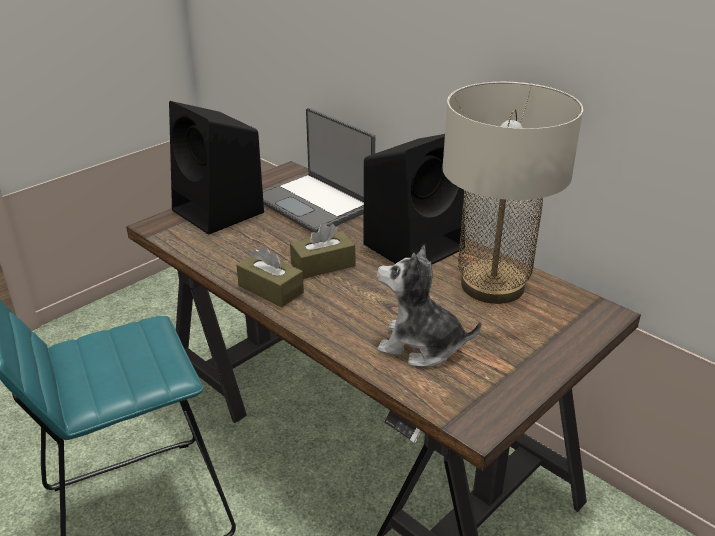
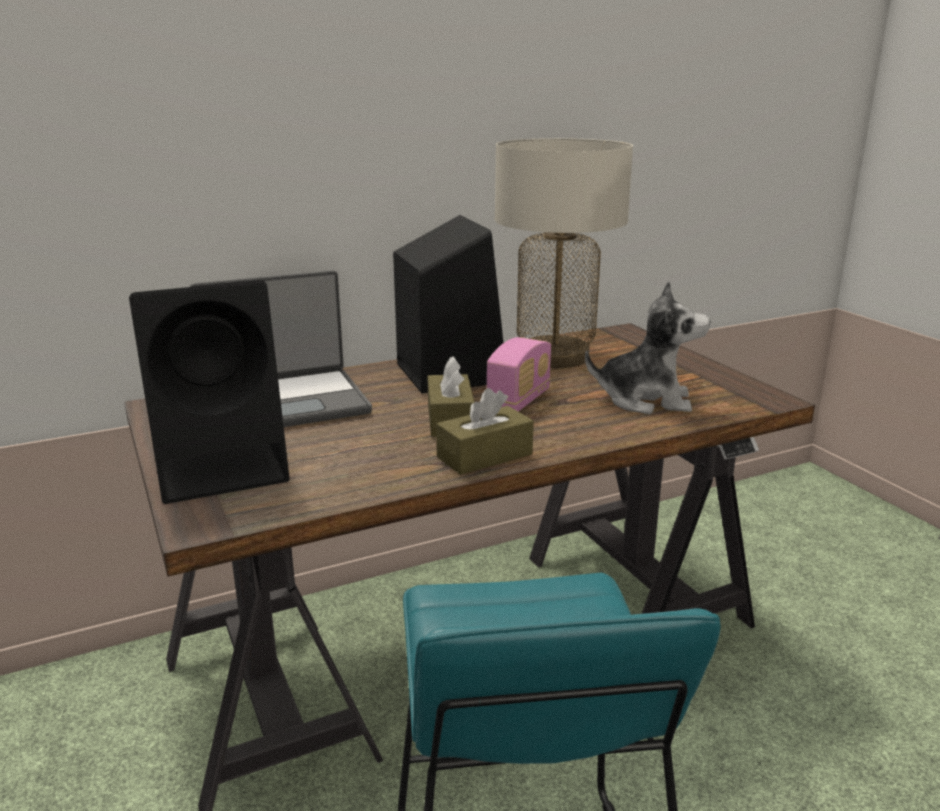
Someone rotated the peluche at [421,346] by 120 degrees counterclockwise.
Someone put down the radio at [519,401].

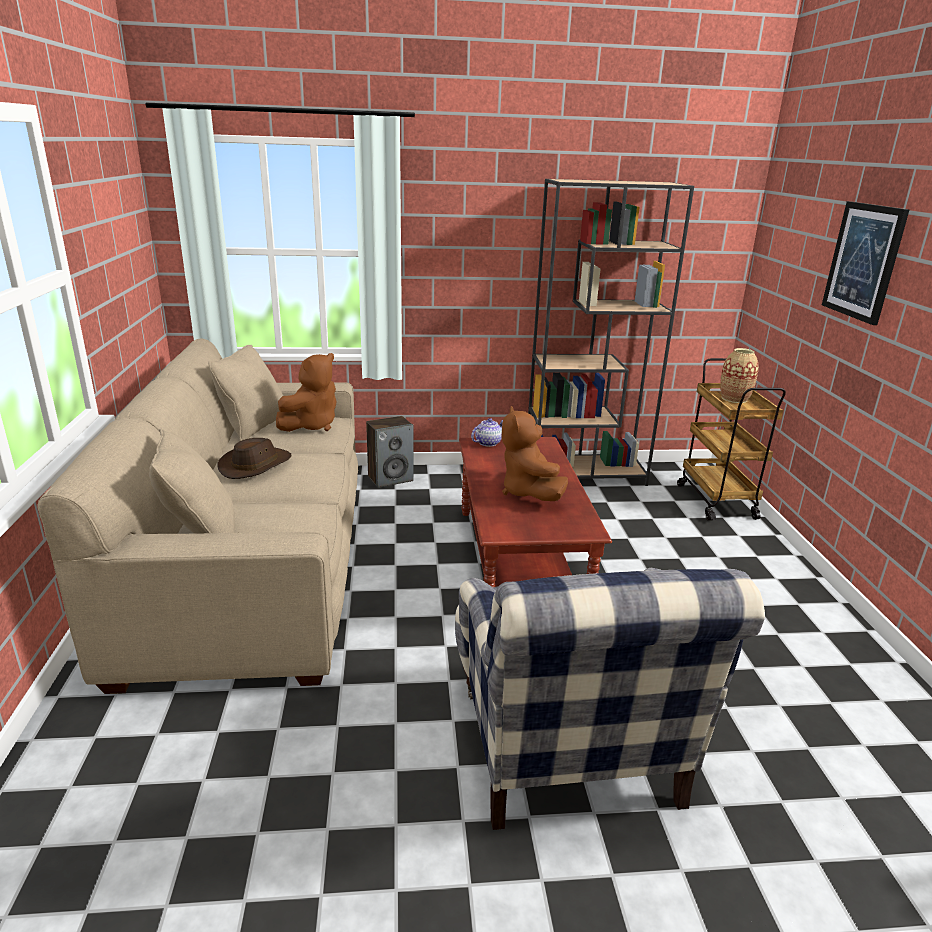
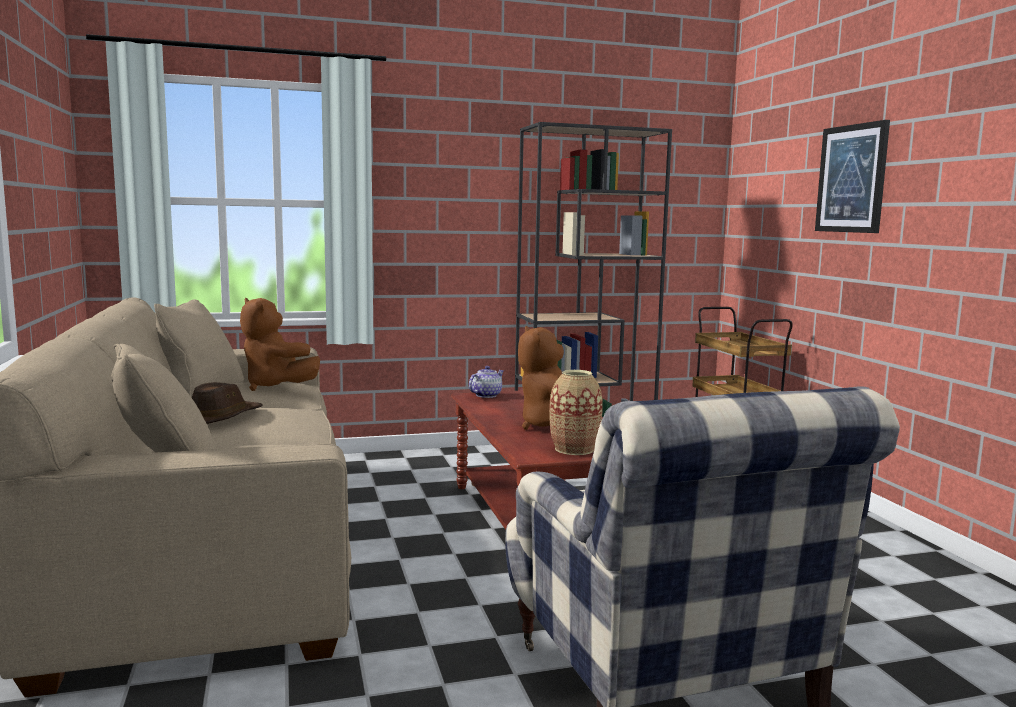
Someone rotated the peluche [marrón] at [311,425] by 105 degrees clockwise.
Someone took away the altavoz at [390,478].
Someone carried the florero from [734,398] to [574,449].

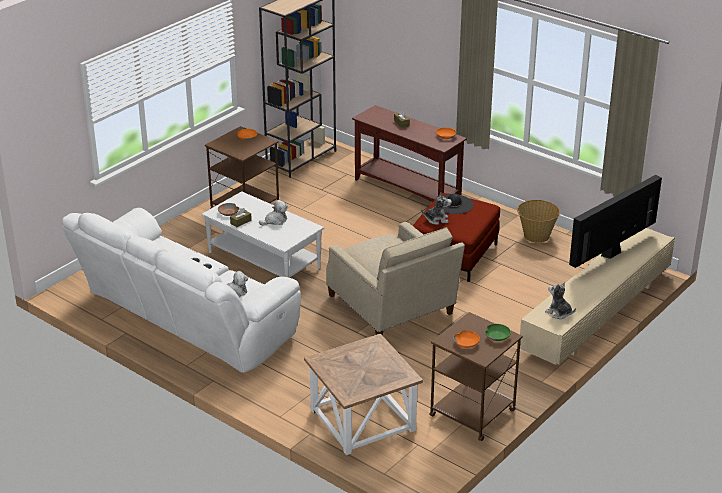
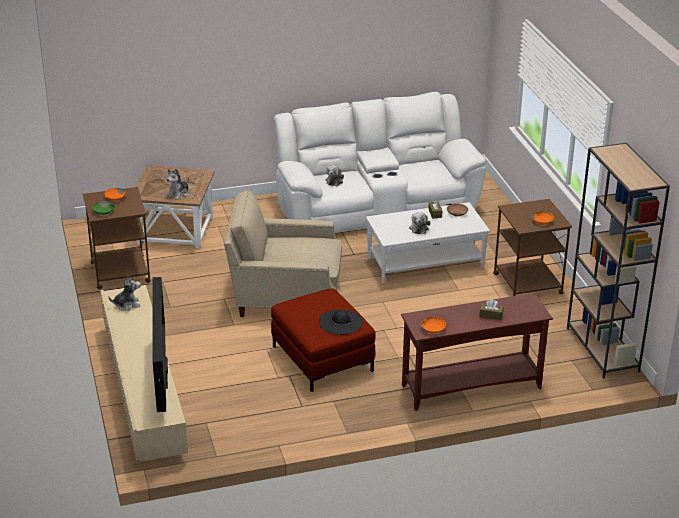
Someone carried the peluche from [436,219] to [179,194].
Someone took away the cesta at [536,236].

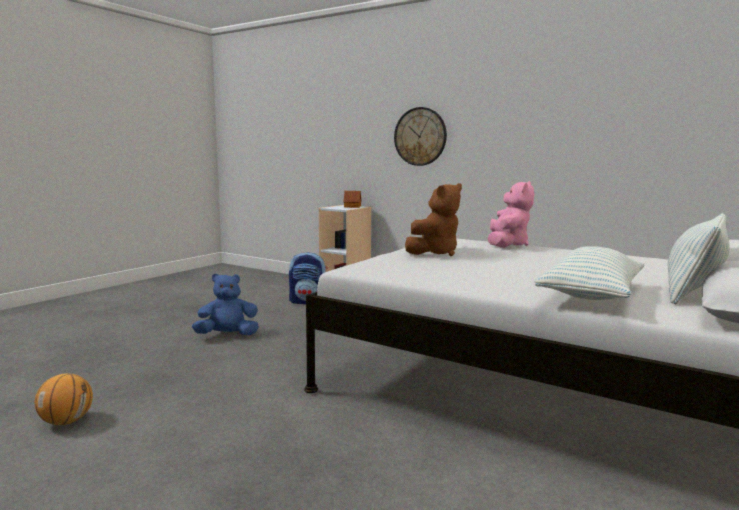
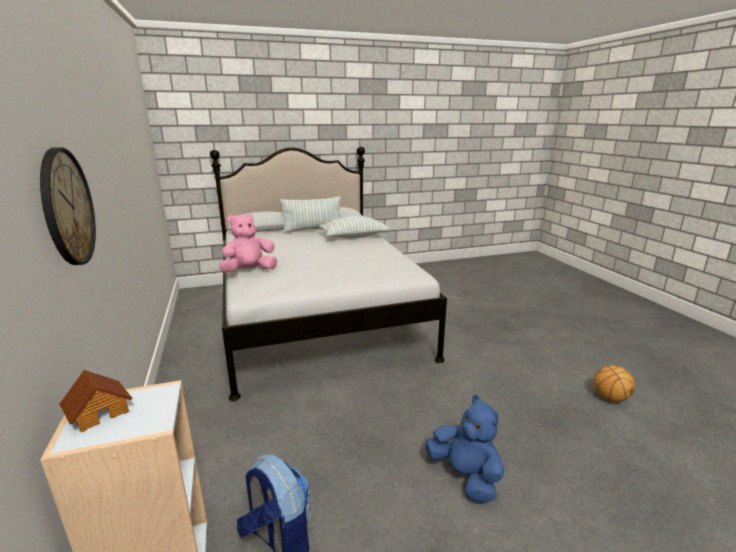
Someone rotated the peluche [azul] at [227,335] by 150 degrees counterclockwise.
Someone took away the peluche [marrón] at [434,253].

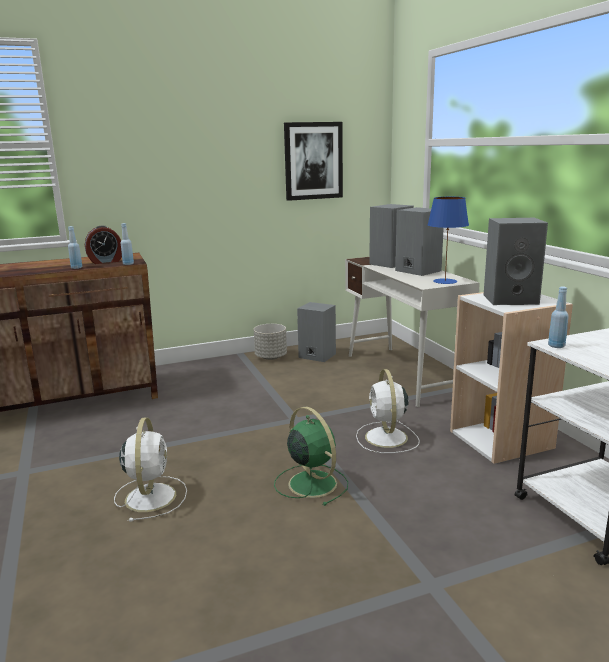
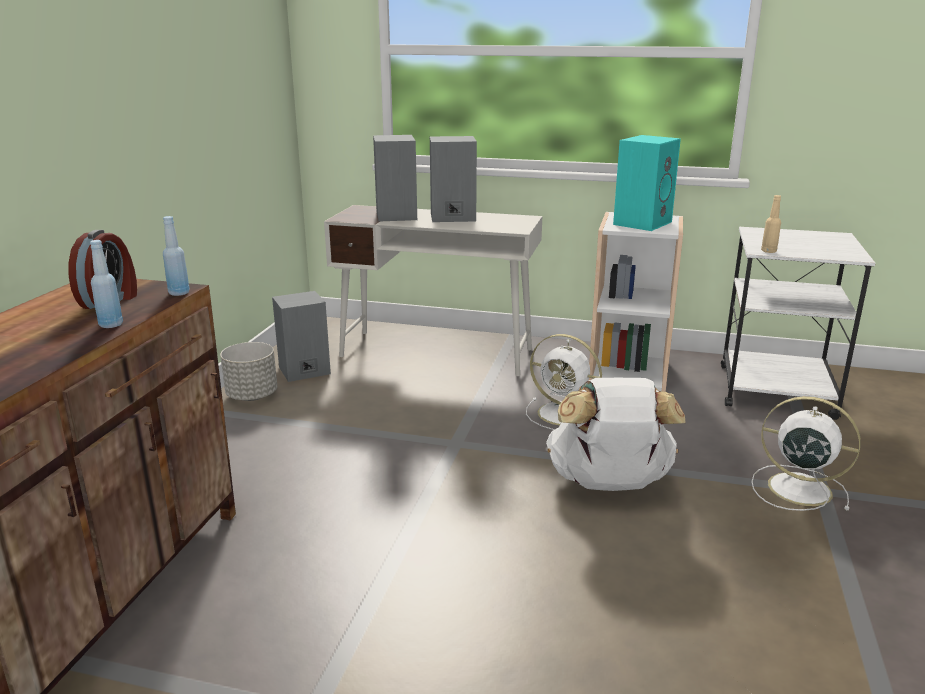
Someone carried the ventilador [blanco] from [151,496] to [796,488].
Someone swapped the ventilador [verde] at [311,483] for the mochila [blanco] at [609,484].
Someone took away the cuadro at [313,161].
Someone took away the lámpara de mesa [azul] at [445,281].
Someone repainted the altavoz [gris] at [511,299], which became the altavoz [turquesa] at [642,223].
Someone repainted the botella [azul] at [556,346], which became the botella [beis] at [768,251].

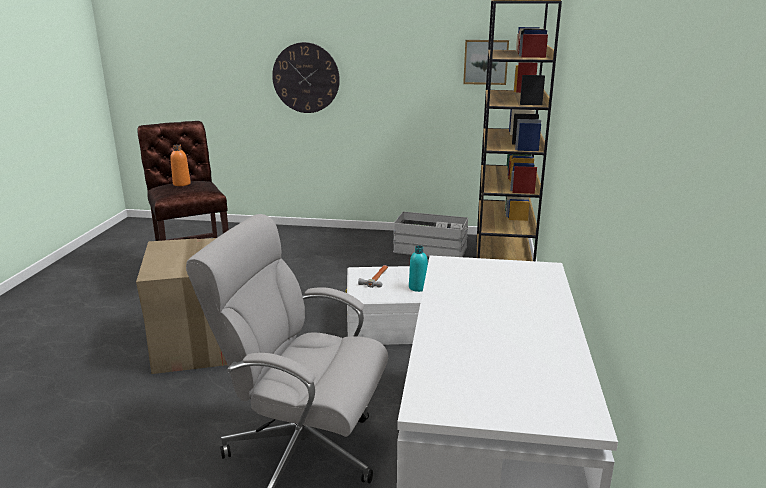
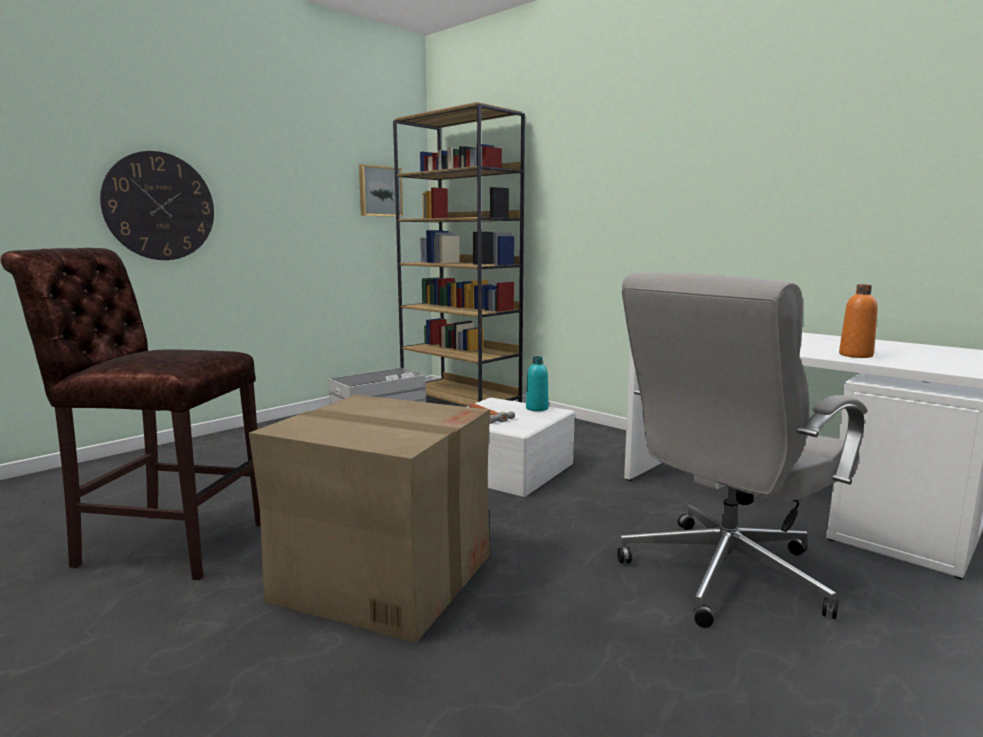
Someone carried the botella [naranja] from [181,184] to [855,355].

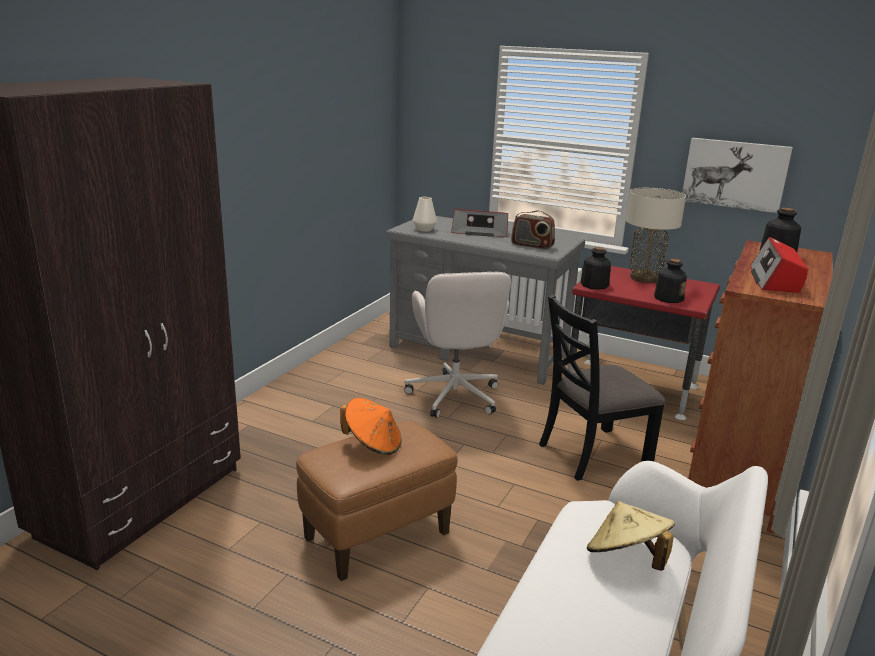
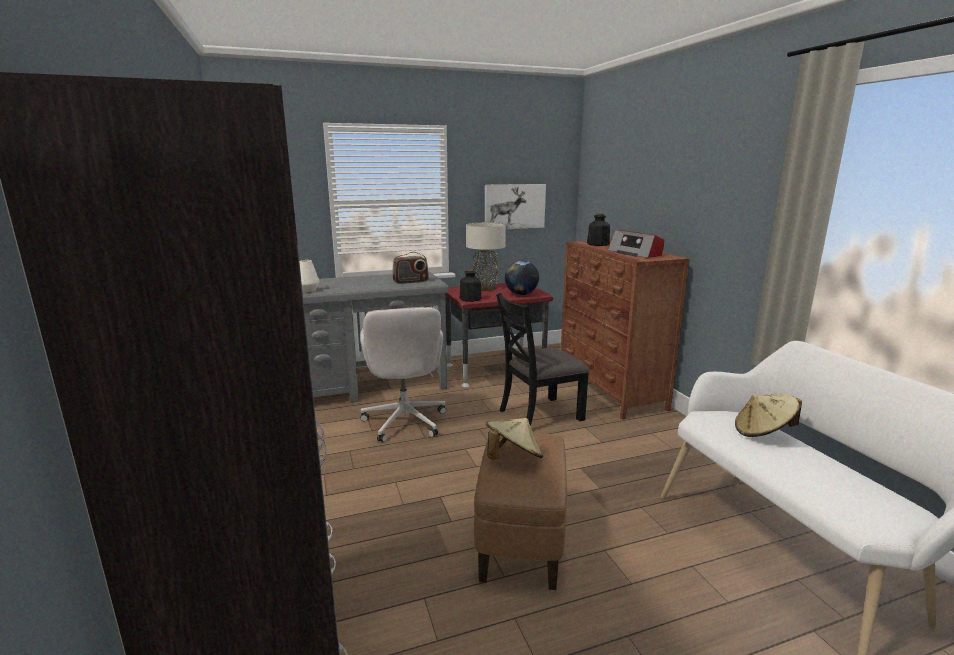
Someone repainted the sombrero [naranja] at [373,444], which became the sombrero [beis] at [513,458].
Someone rotated the silla de oficina [blanco] at [454,396] by 45 degrees clockwise.
Someone took away the radio at [480,232].
Someone rotated the silla [negro] at [593,453] by 45 degrees clockwise.
Someone swapped the botella at [668,298] for the globo terráqueo at [521,294].

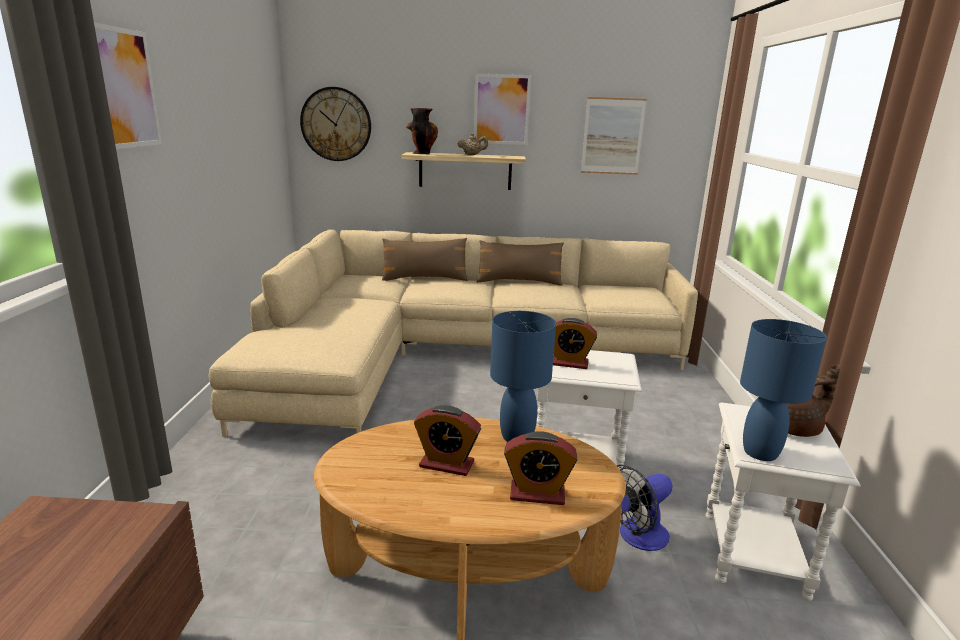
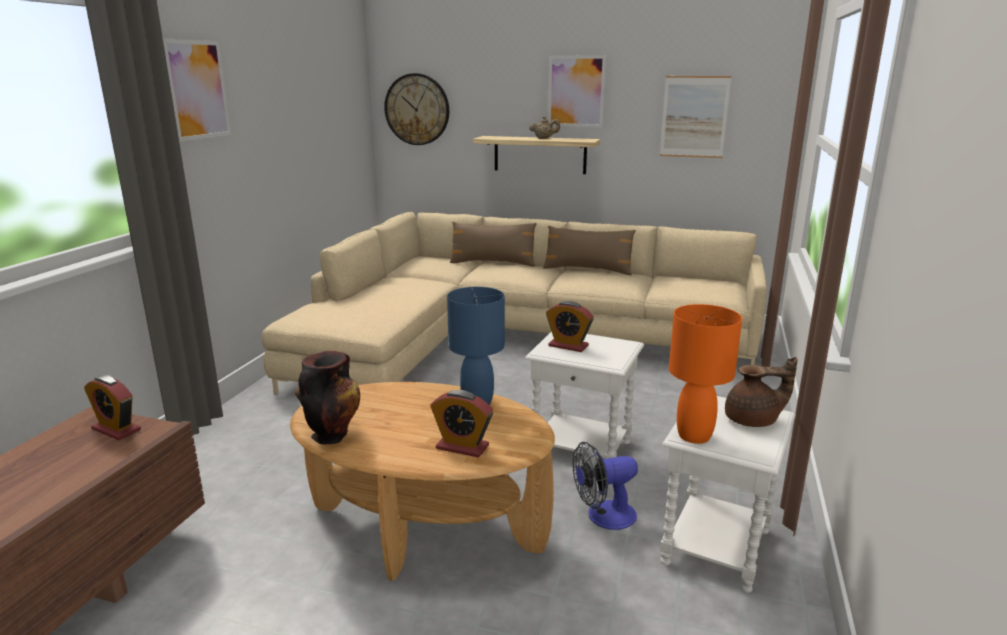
Someone carried the florero from [421,153] to [331,434].
Someone carried the despertador from [446,464] to [116,429].
Someone repainted the lámpara de mesa [azul] at [761,452], which became the lámpara de mesa [naranja] at [695,436].

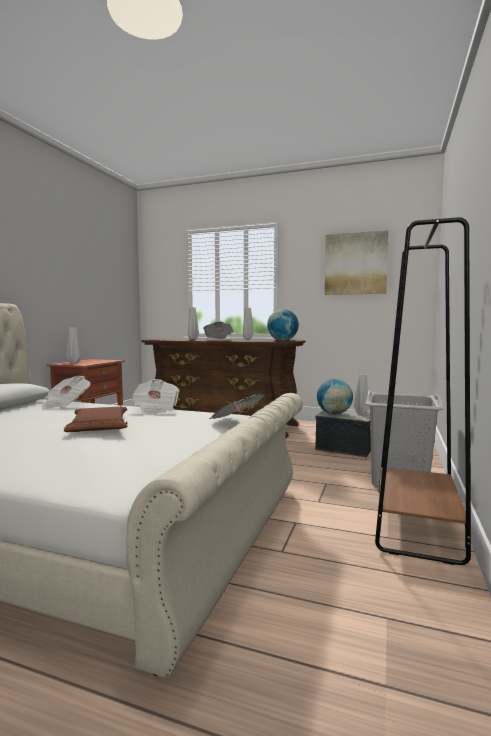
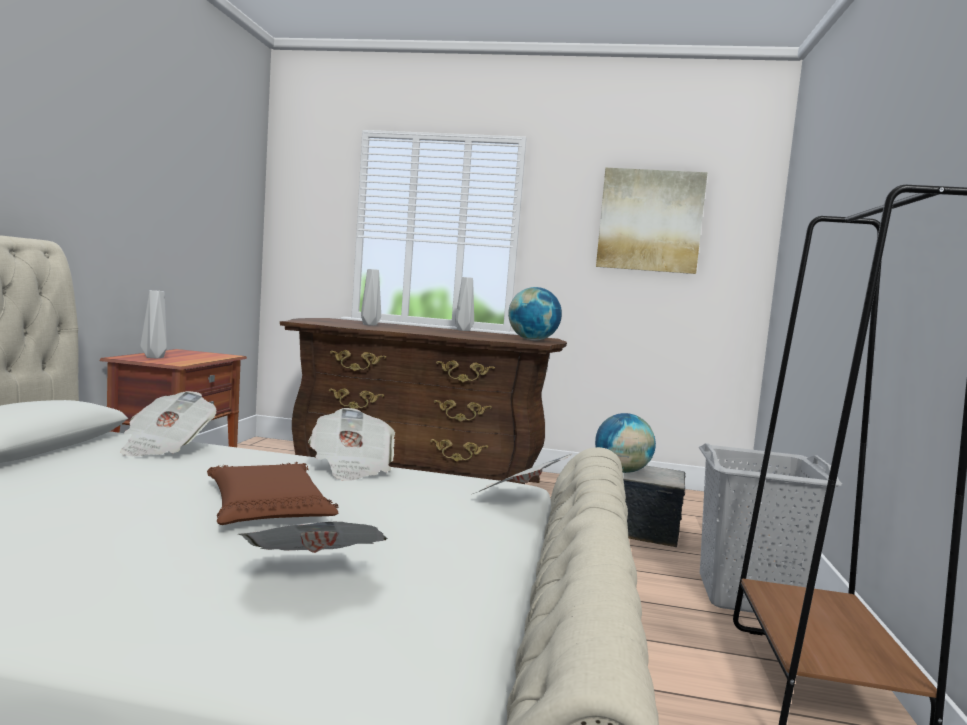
Someone carried the periódico from [218,339] to [314,576].
Someone took away the florero [gris] at [361,413].

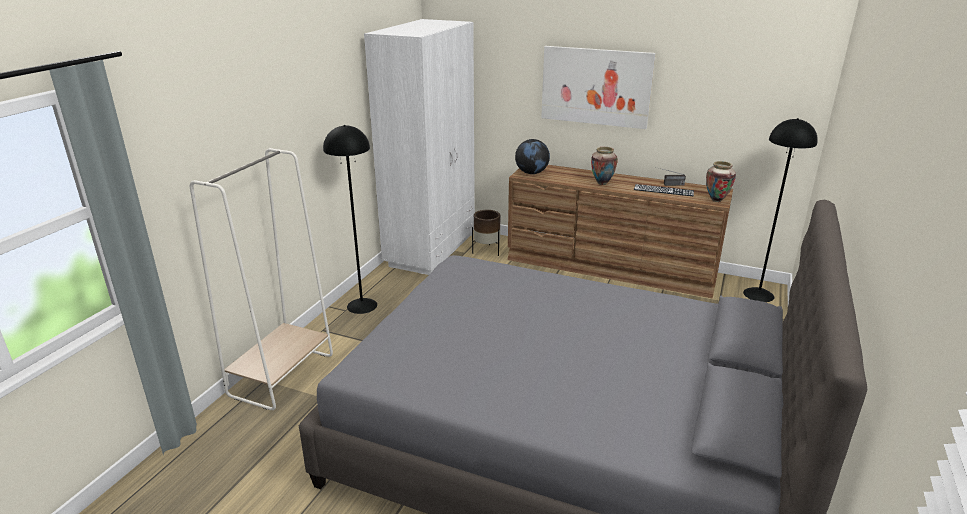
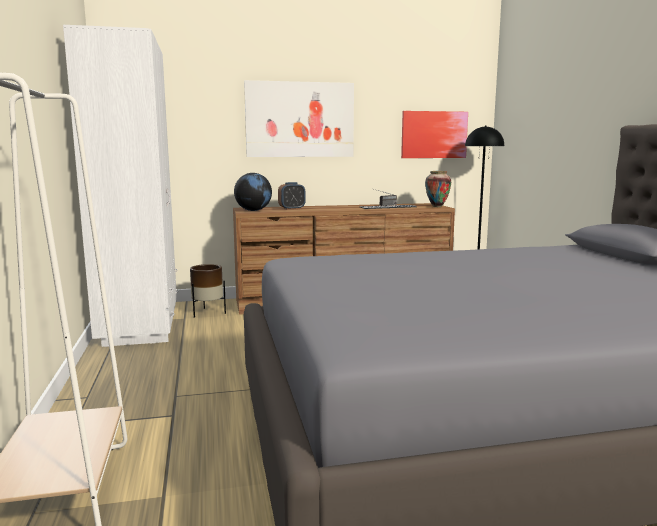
Someone took away the lámpara de pie [negro] at [362,305].
Someone took away the florero at [602,183].
Someone put down the despertador at [292,209].
Someone put up the cuadro at [434,134].

